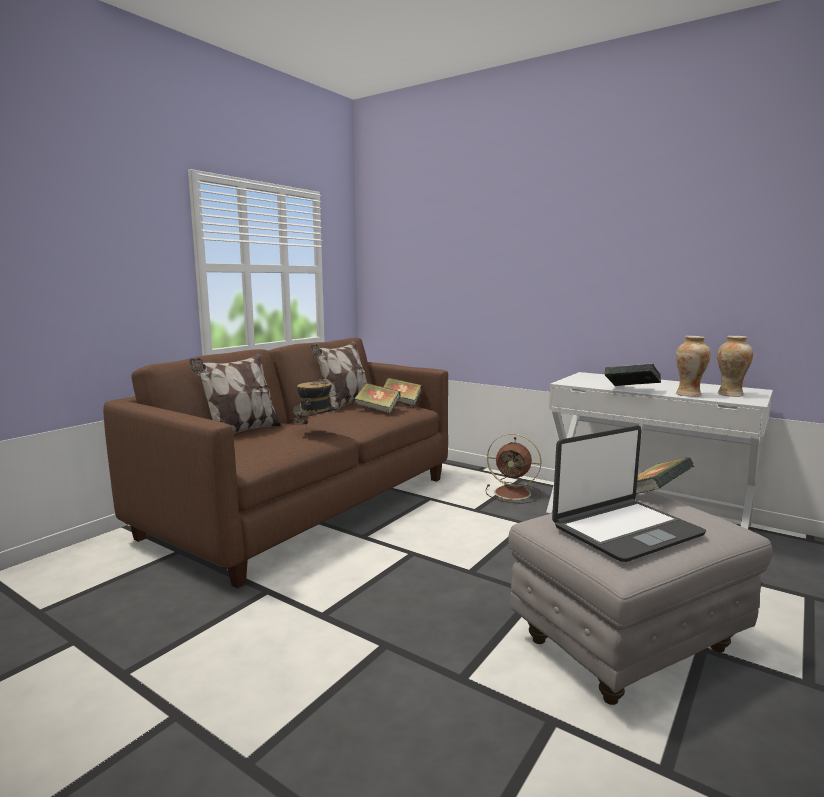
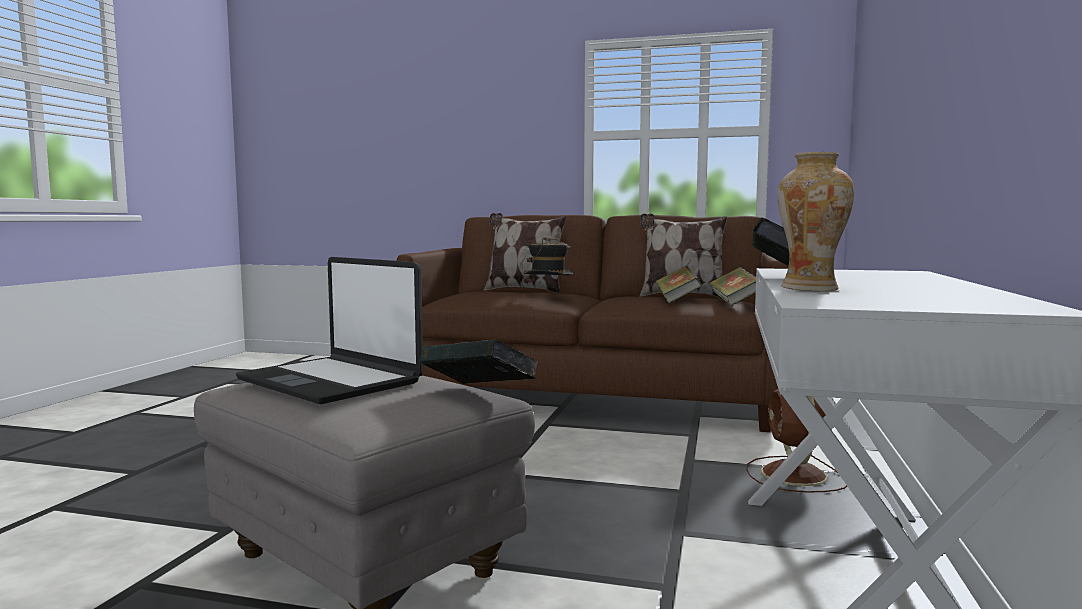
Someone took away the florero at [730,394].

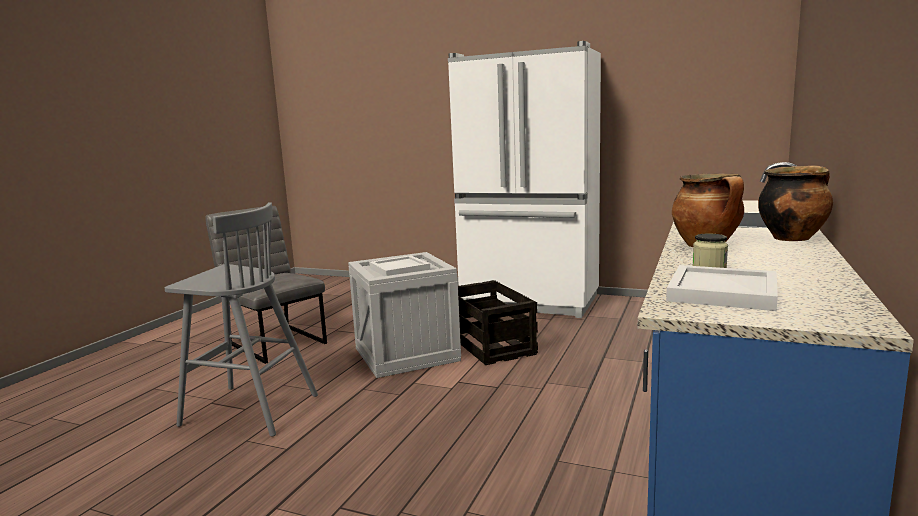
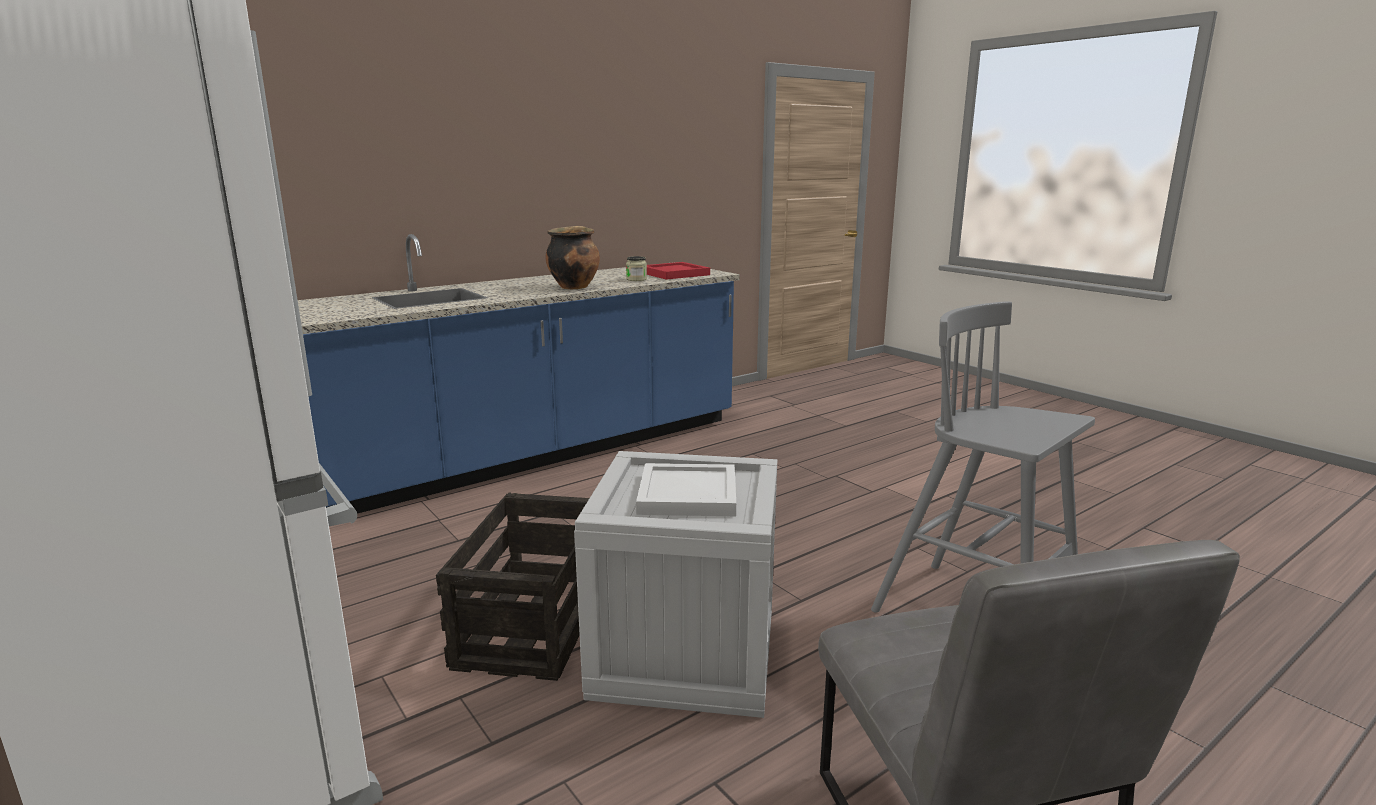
Someone repainted the bandeja [blanco] at [724,292], which became the bandeja [rojo] at [673,274].
Someone took away the olla at [792,238].

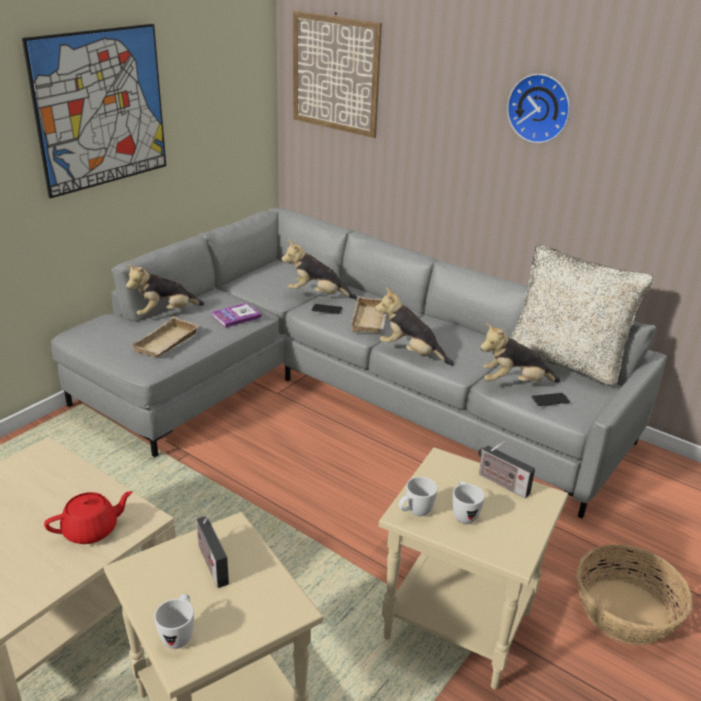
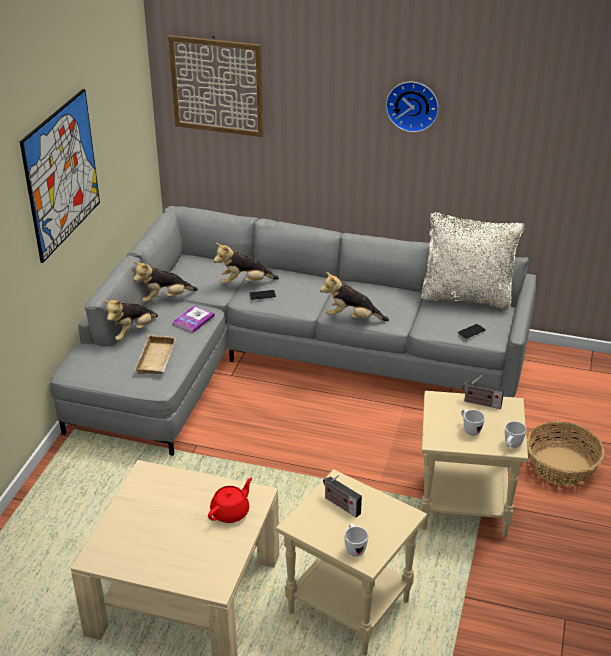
Someone took away the bandeja [beis] at [371,320].
Someone carried the taza grande [blanco] from [414,513] to [511,446].
Someone carried the peluche from [514,383] to [164,299].

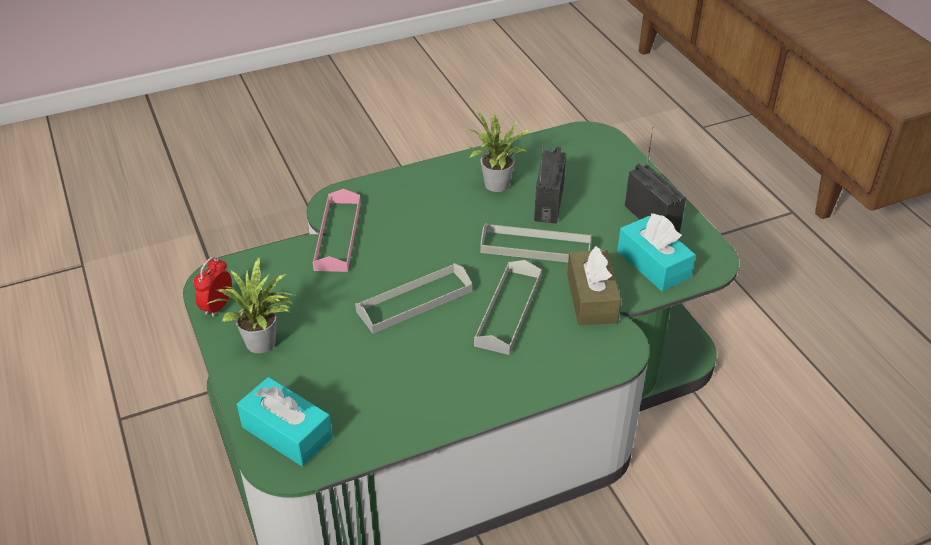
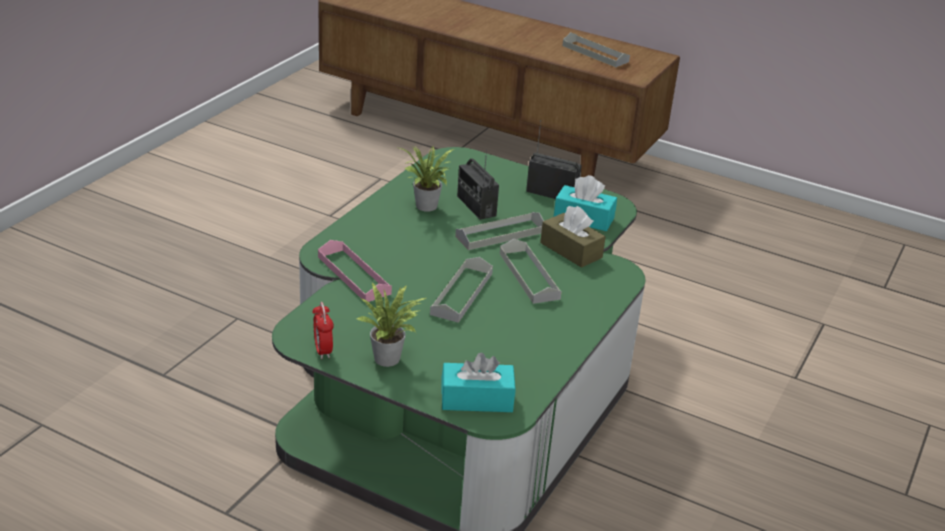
Someone put down the bandeja [gris] at [595,53].

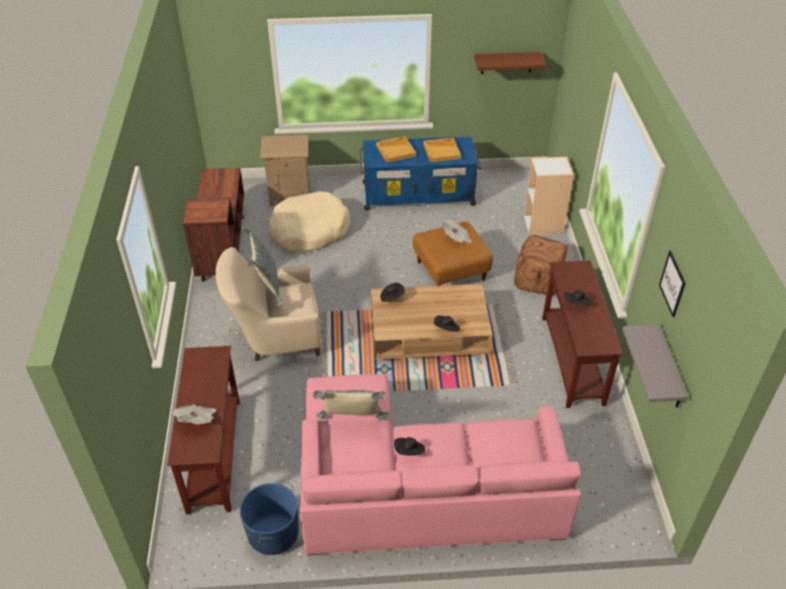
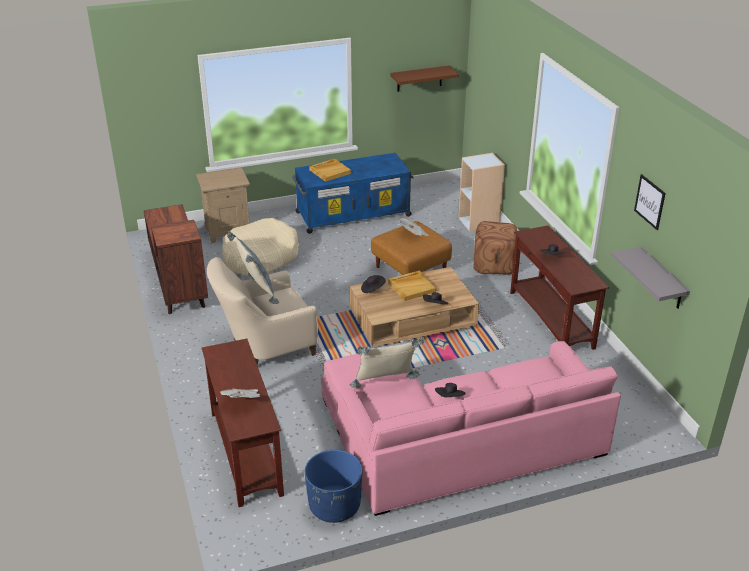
Someone carried the bandeja [beis] from [442,151] to [412,287].

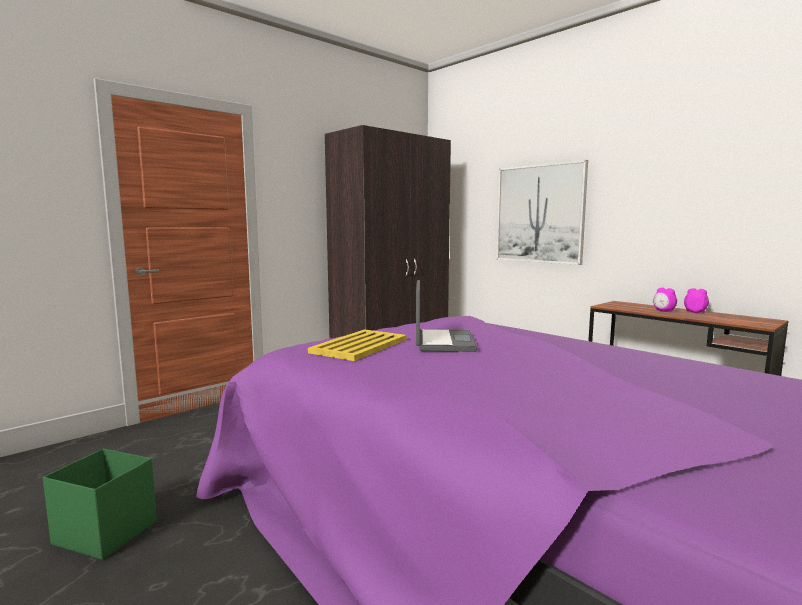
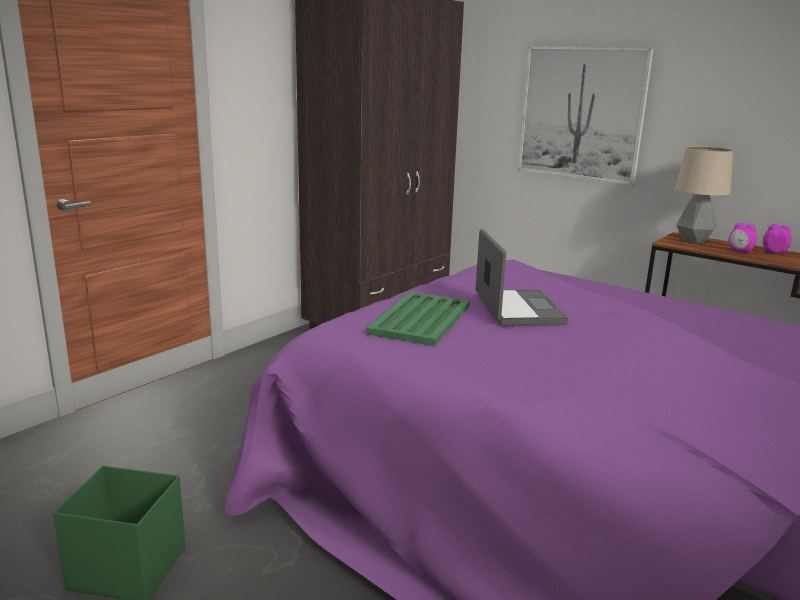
Someone repainted the bandeja [amarillo] at [359,346], which became the bandeja [verde] at [420,319].
Someone put down the lámpara de mesa at [693,241].

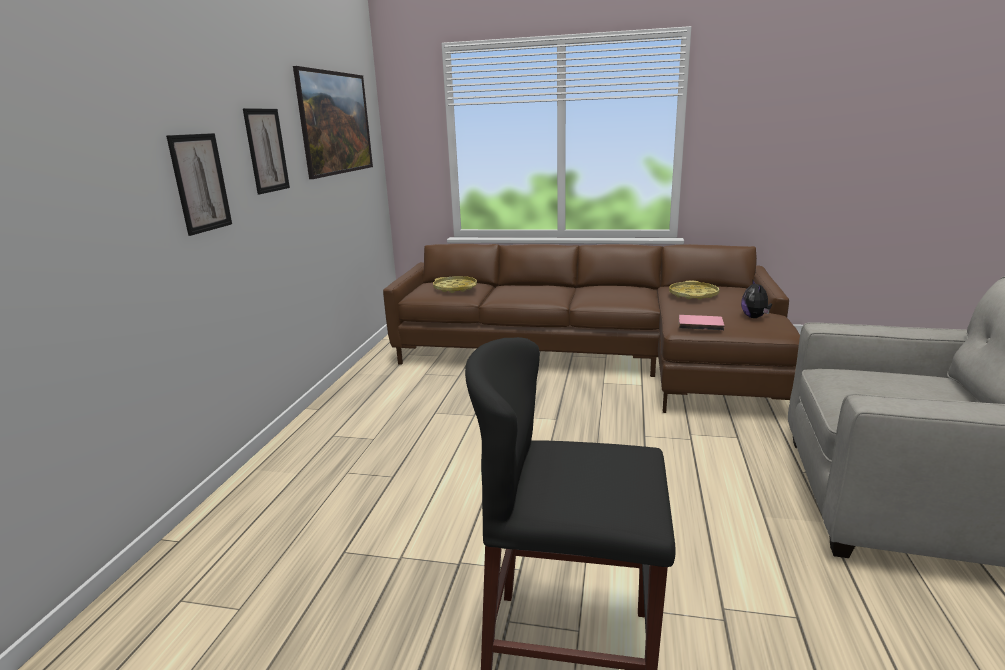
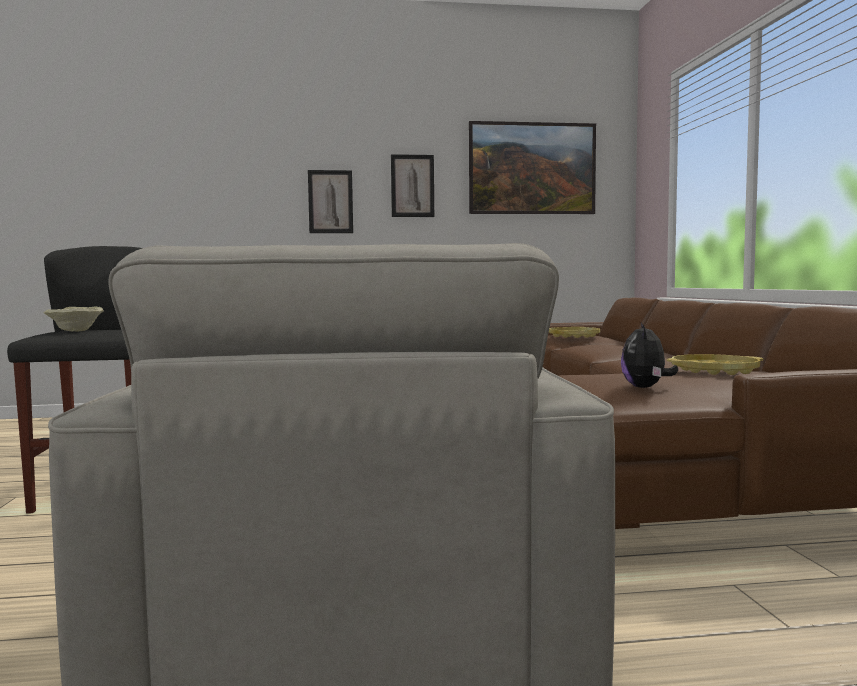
Someone took away the libro [rosa] at [700,324].
Someone rotated the peluche at [755,317] by 60 degrees counterclockwise.
Someone put down the cuenco [beis] at [74,331].

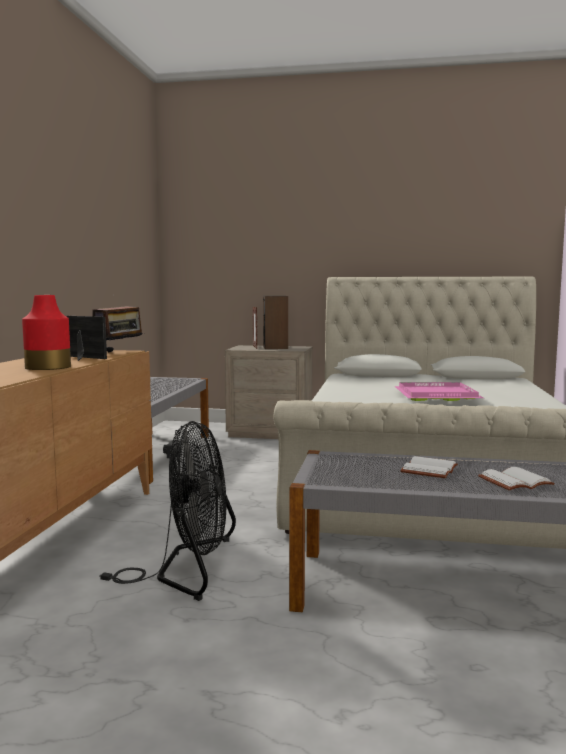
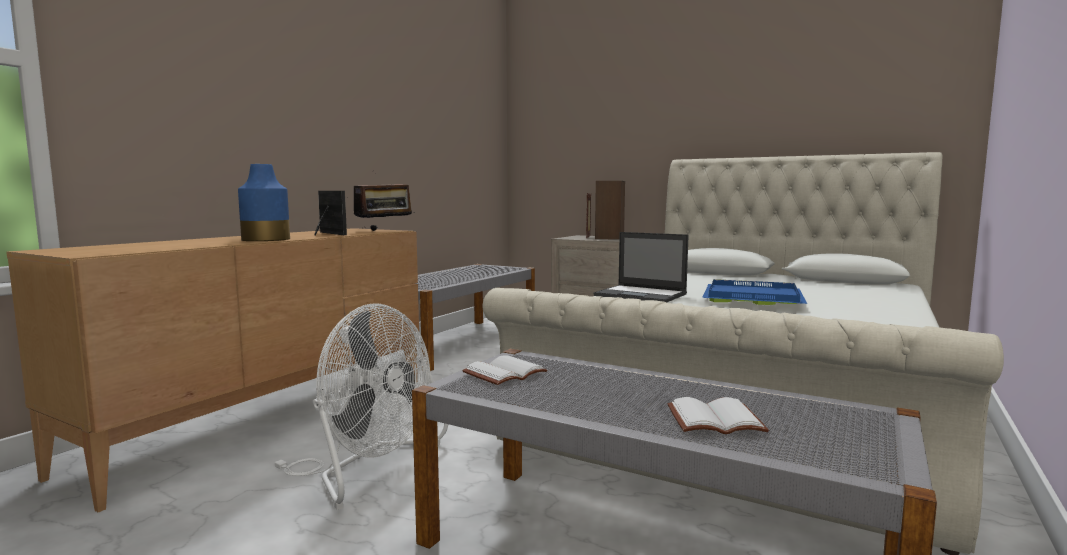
Someone repainted the florero [rojo] at [48,367], which became the florero [azul] at [265,239].
Someone repainted the ventilador [negro] at [186,568], which became the ventilador [blanco] at [365,468].
Someone repainted the bandeja [rosa] at [435,395], which became the bandeja [azul] at [750,297].
Someone carried the libro [blanco] from [428,469] to [504,373].
Someone put down the portátil at [641,295].

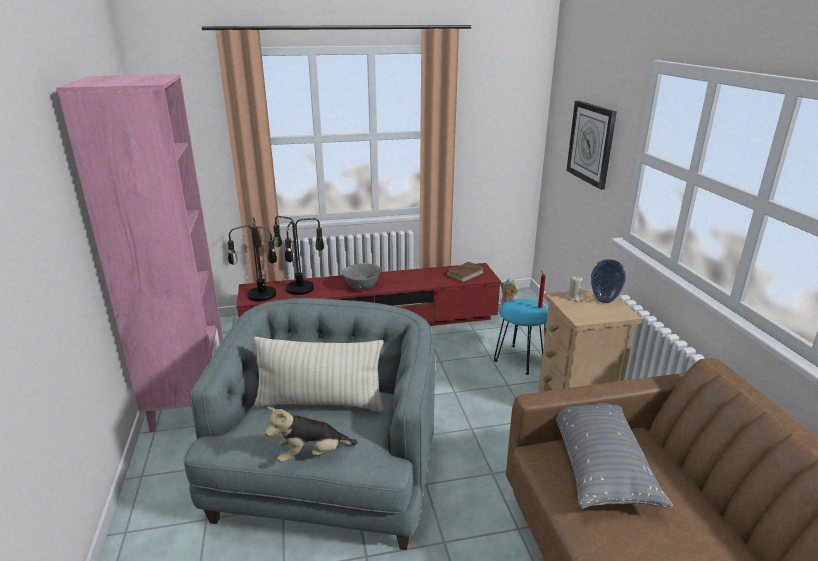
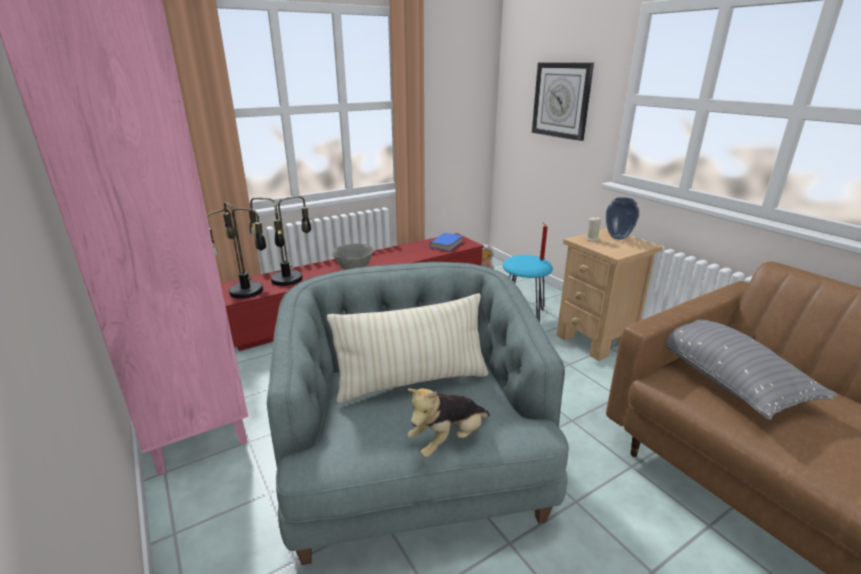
Someone repainted the libro [marrón] at [464,274], which became the libro [azul] at [446,244].

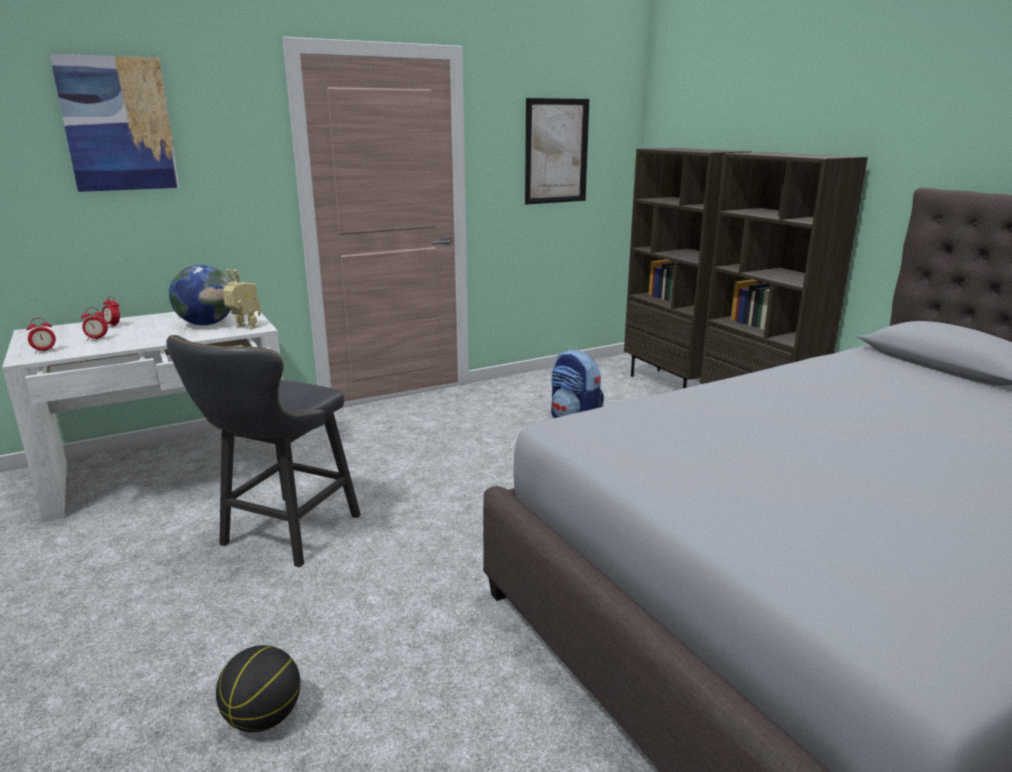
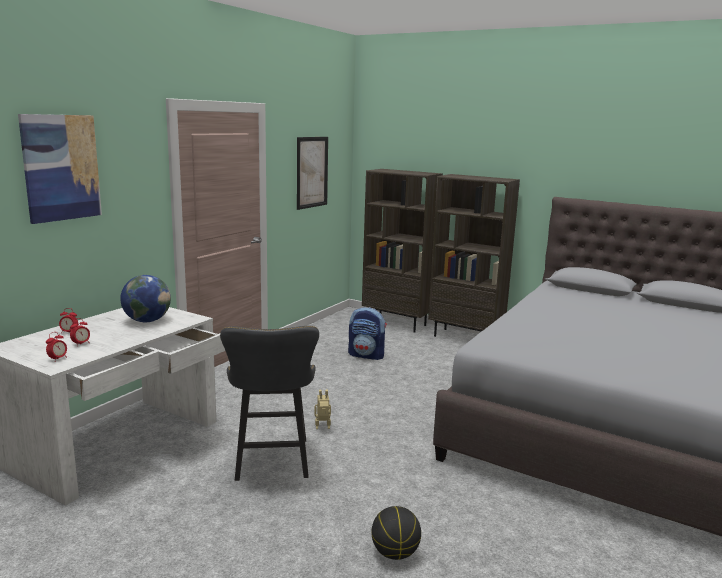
Someone carried the robot de juguete from [244,328] to [323,428].

